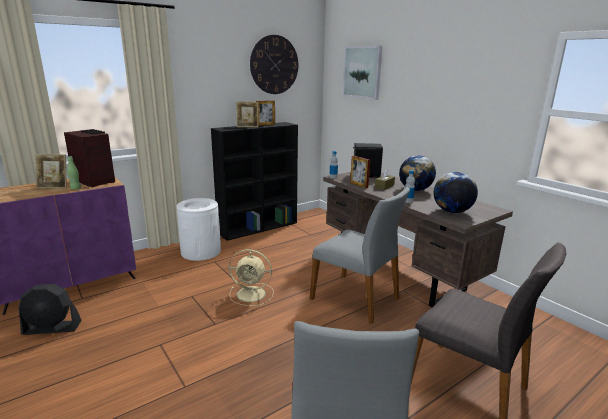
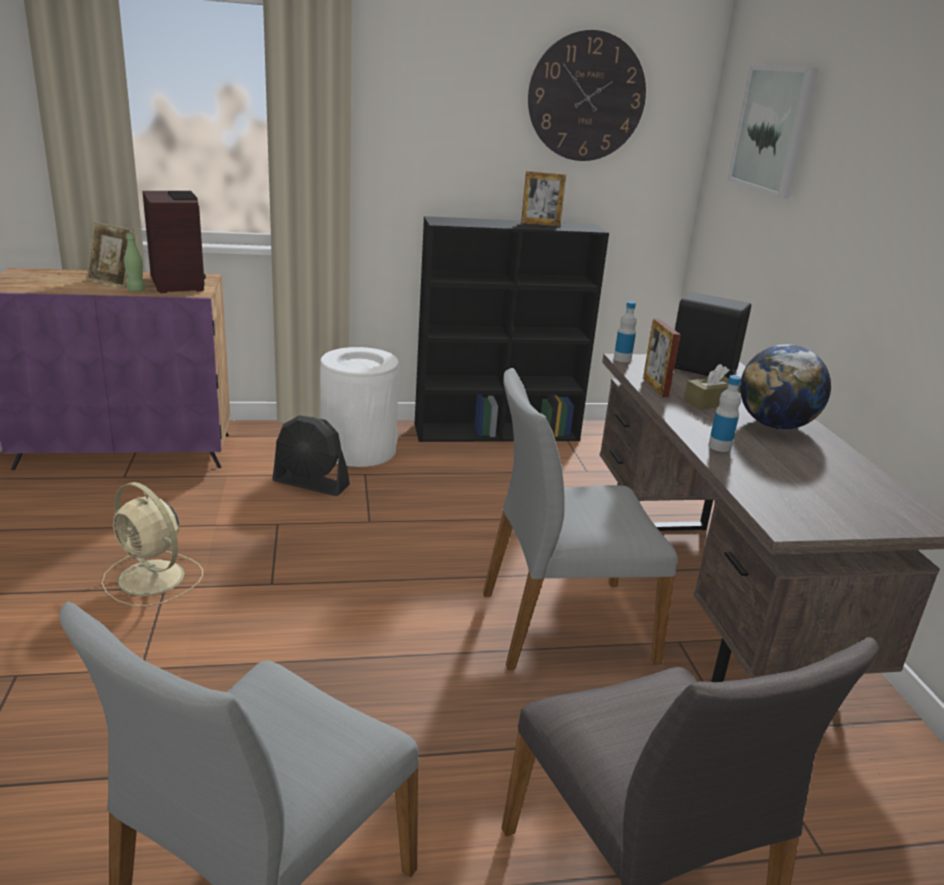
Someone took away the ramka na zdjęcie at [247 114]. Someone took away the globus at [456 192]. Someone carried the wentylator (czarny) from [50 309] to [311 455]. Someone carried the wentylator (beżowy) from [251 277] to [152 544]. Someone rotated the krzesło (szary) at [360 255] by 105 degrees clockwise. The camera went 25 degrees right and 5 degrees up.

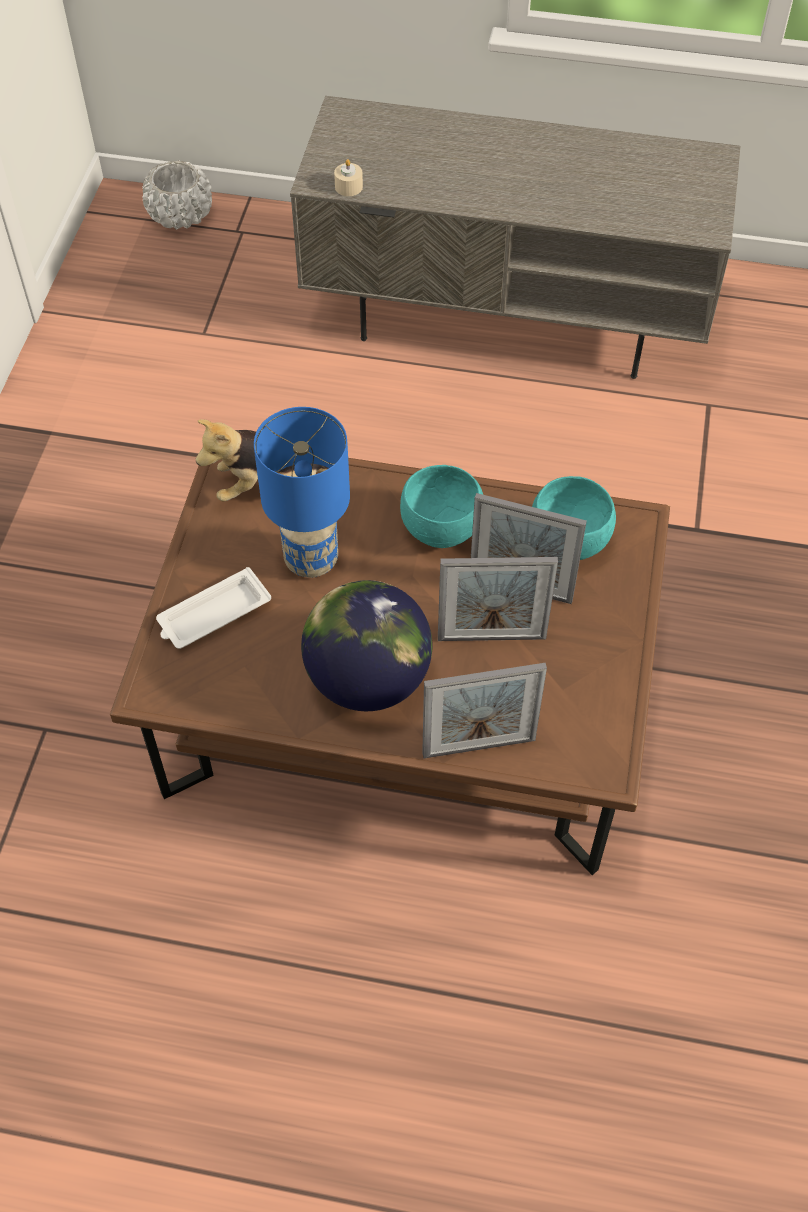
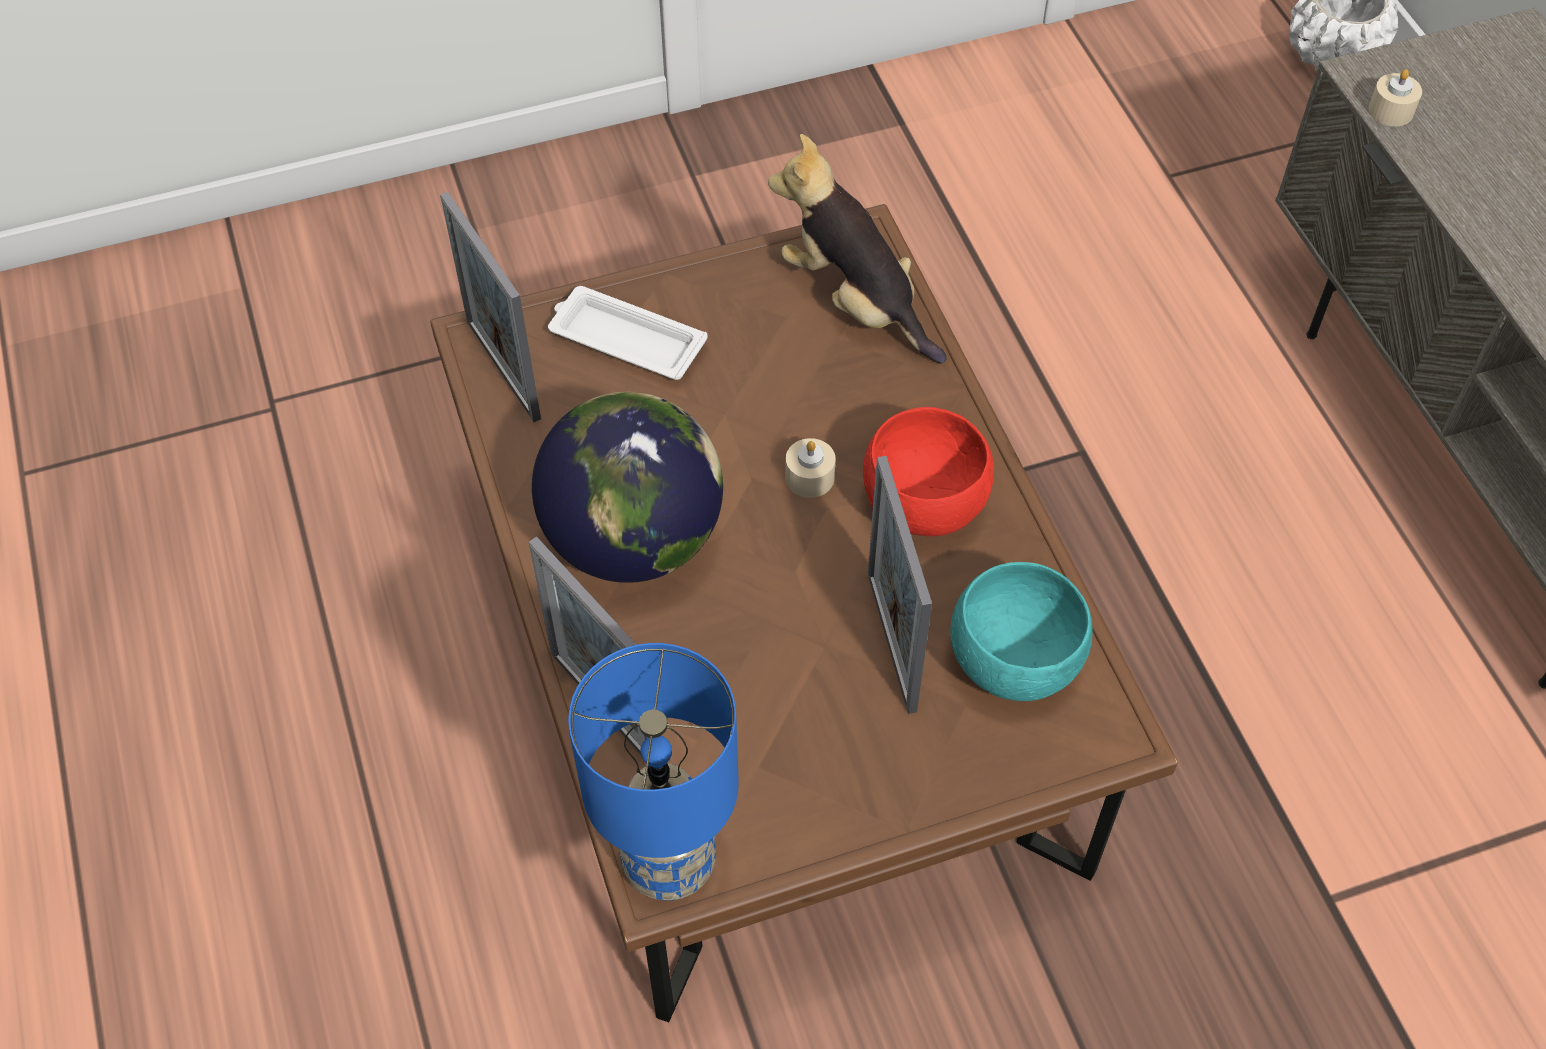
Someone put down the świeca (beżowy) at [810 468]. Someone carried the lampa stołowa (niebieski) from [302 492] to [653 772]. Someone carried the ramka na zdjęcie from [498 599] to [490 307]. Someone repainted the miska (turkusowy) at [441 506], which became the miska (czerwony) at [928 471]. The camera went 60 degrees right and 0 degrees up.

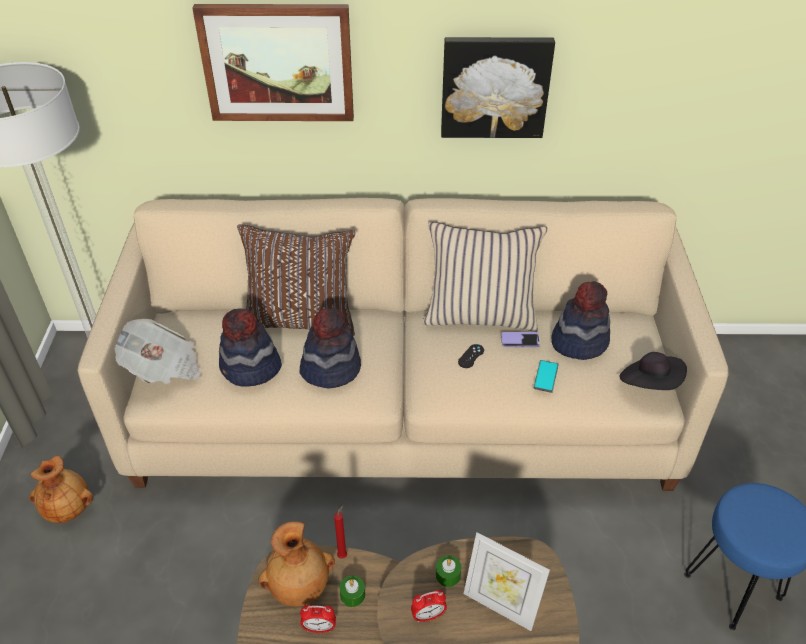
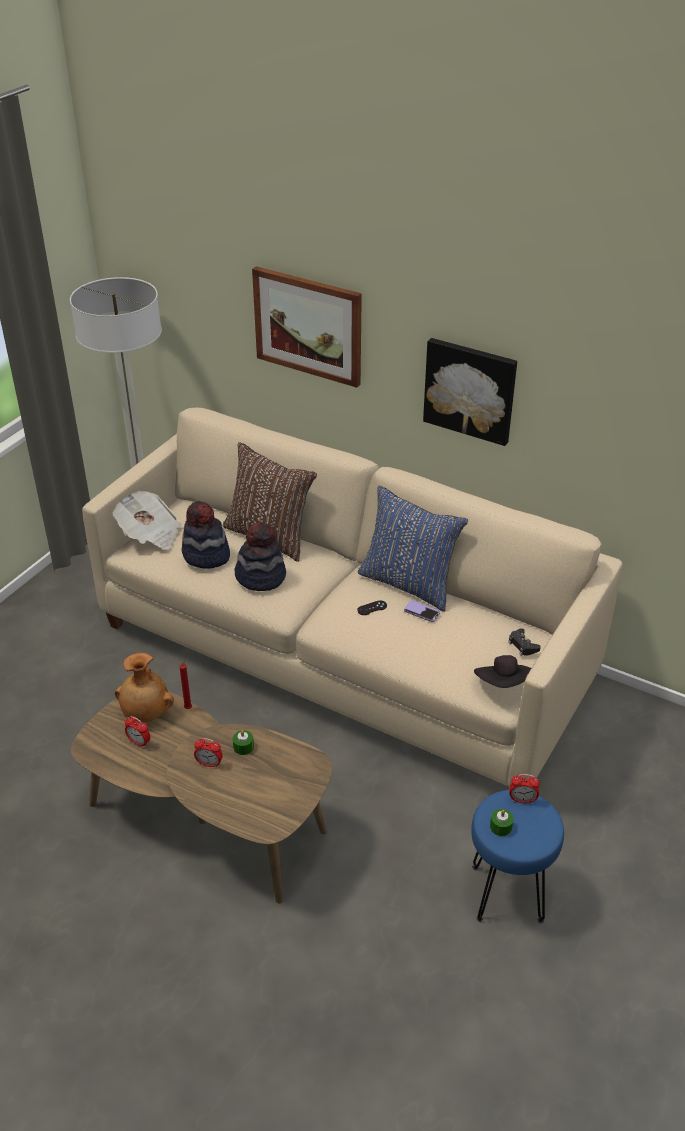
Someone took away the wazon (brązowy) at [61 489]. Someone took away the ramka na zdjęcie at [507 581]. Someone took away the telefon at [546 376]. Someone took away the kapelusz at [580 320]. Someone put down the pad do gier (czarny) at [524 642]. Someone put down the budzik at [524 788]. Someone carried the świeca (zielony) from [352 591] to [502 822]. Someone repainted the poduszka (beżowy) at [485 277], which became the poduszka (niebieski) at [413 549]. The camera went 30 degrees right and 5 degrees down.

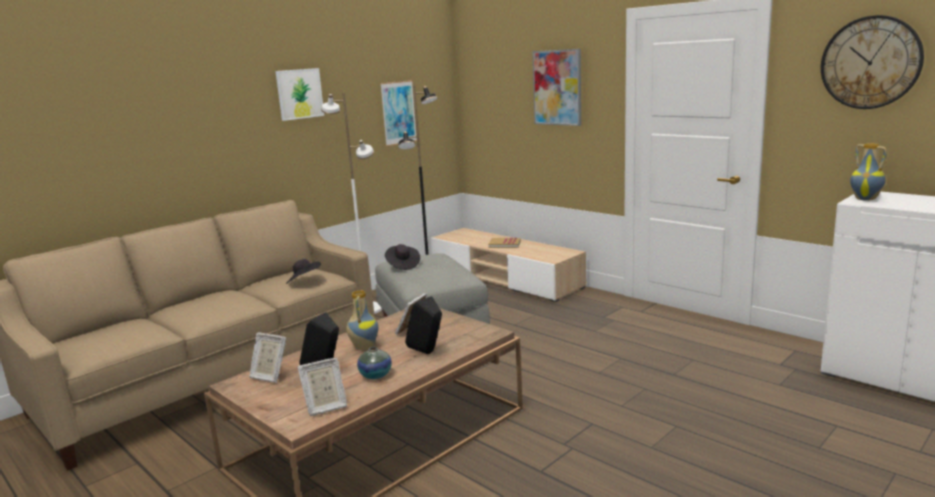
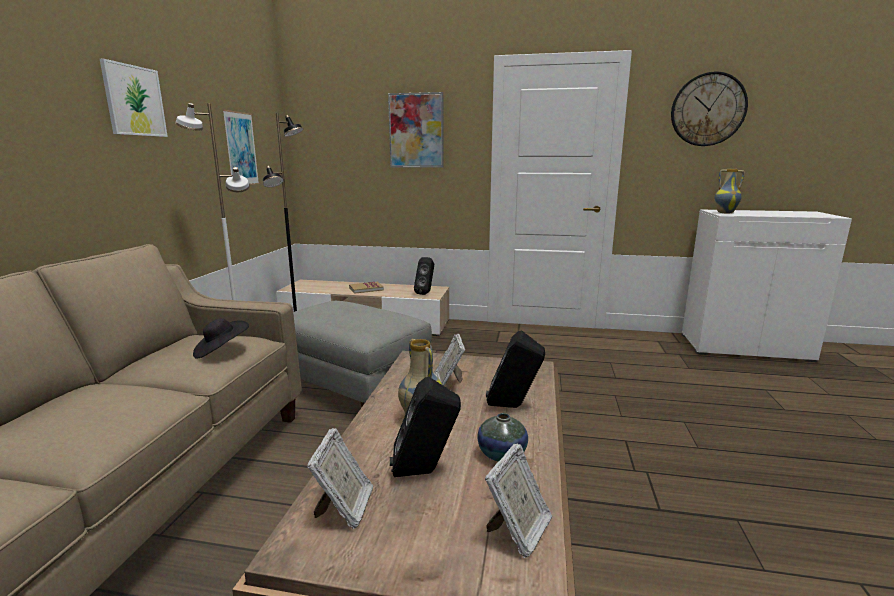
Someone took away the kapelusz (czarny) at [402 257]. Someone put down the głośnik (czarny) at [424 276]. Someone rotated the ramka na zdjęcie at [267 357] by 75 degrees counterclockwise. The camera went 35 degrees left and 0 degrees up.

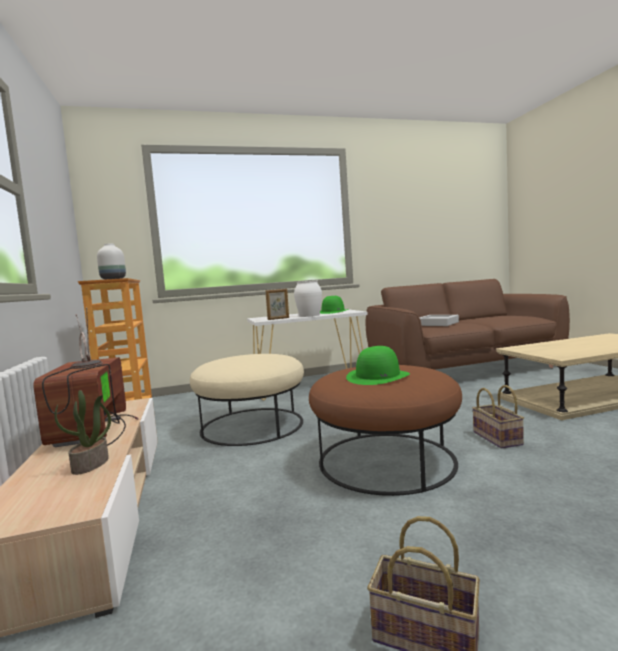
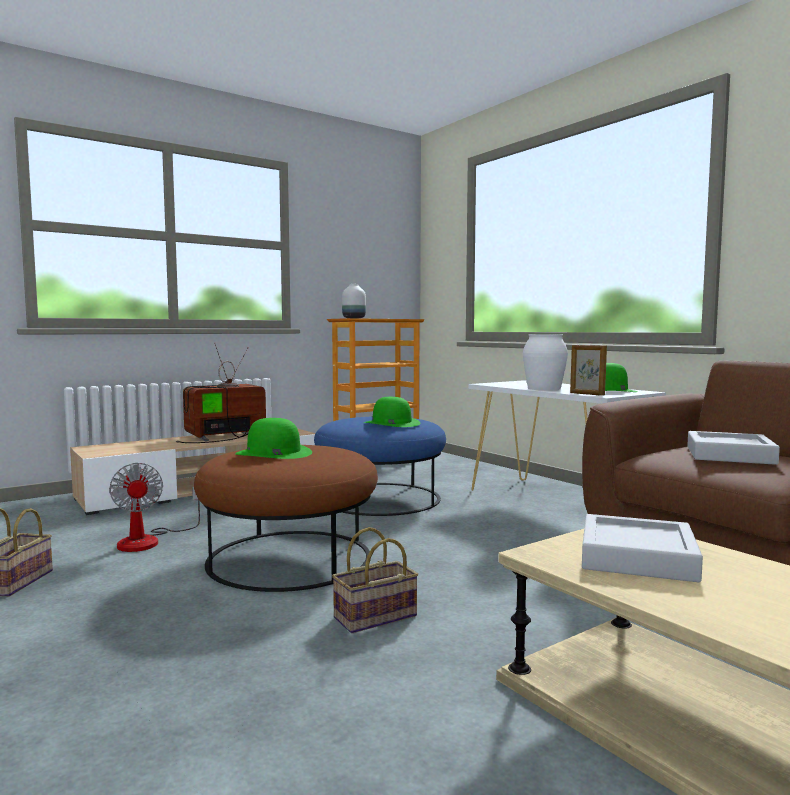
Someone took away the roślina doniczkowa at [82 432]. Someone put down the wentylator at [154 507]. Someone put down the kapelusz (zielony) at [392 412]. Someone put down the taca (szary) at [642 548]. Someone carried the ramka na zdjęcie from [277 304] to [588 370]. Someone repainted the pufa (beżowy) at [247 400], which became the pufa (niebieski) at [380 466]. The camera went 70 degrees right and 0 degrees up.

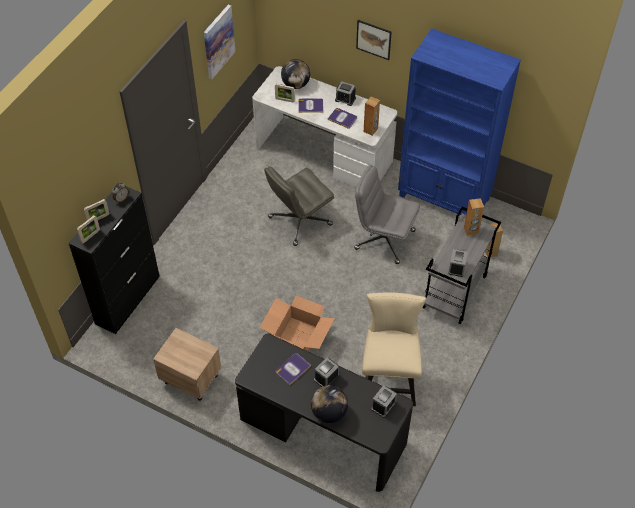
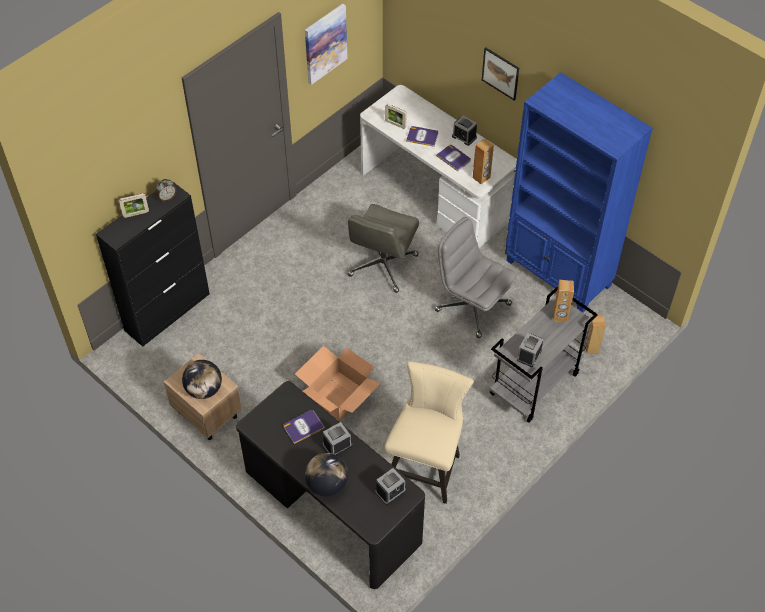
Someone took away the ramka na zdjęcie at [88 229]. Someone carried the globus from [295 74] to [202 379]. Someone rotated the krzesło biurowe (szary) at [299 206] by 45 degrees counterclockwise. The camera went 15 degrees right and 0 degrees up.

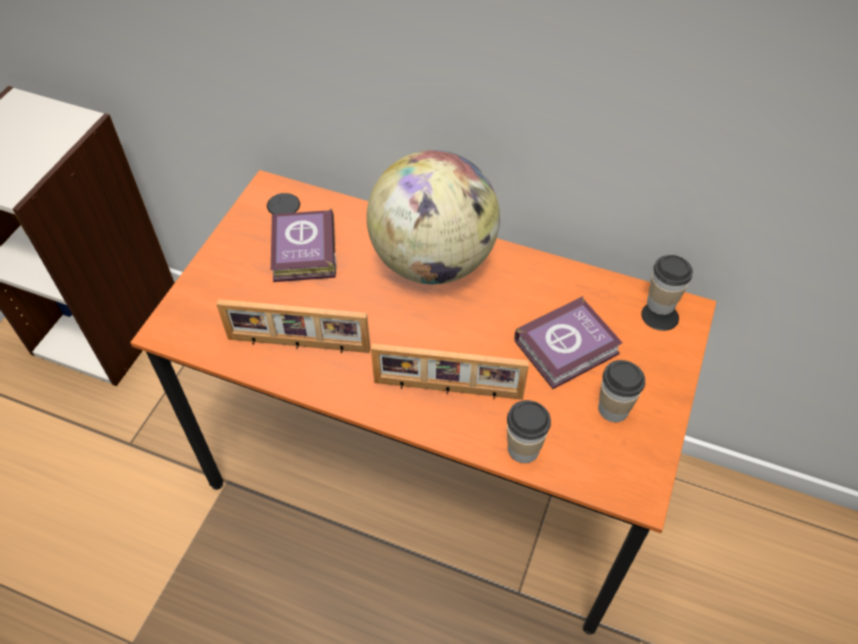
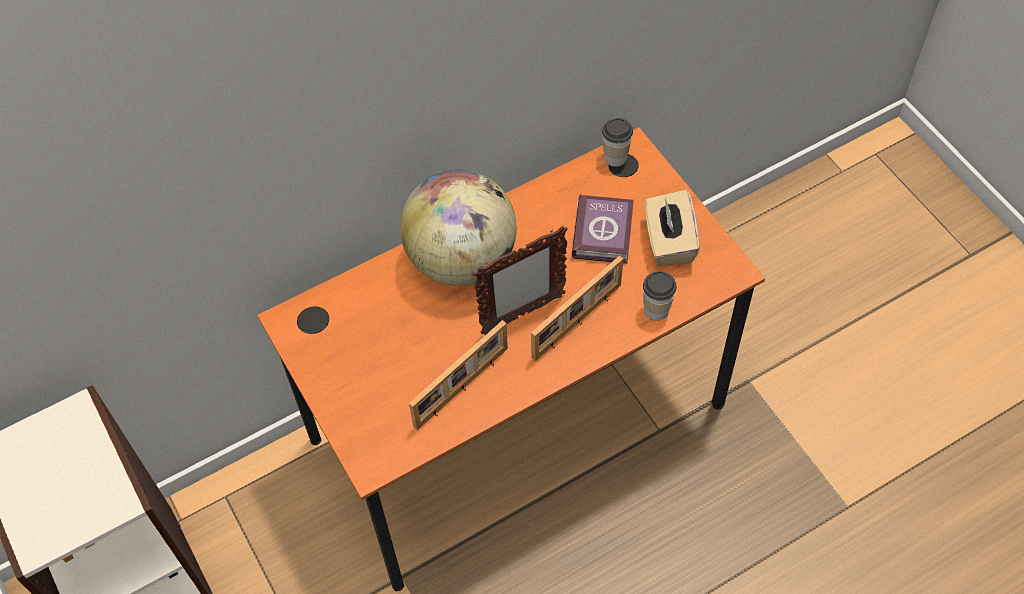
Someone took away the książka at [304 245]. Someone put down the ramka na zdjęcie at [520 280]. Someone swapped the filiżanka at [621 391] for the pudełko chusteczek (beżowy) at [672 228]. The camera went 50 degrees left and 5 degrees up.

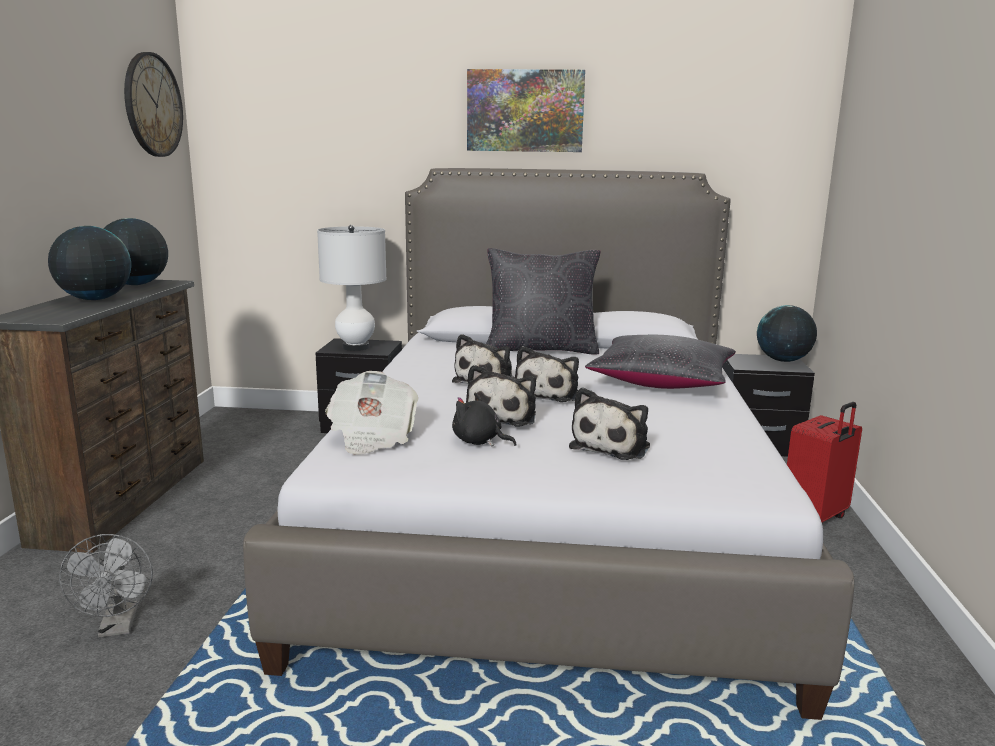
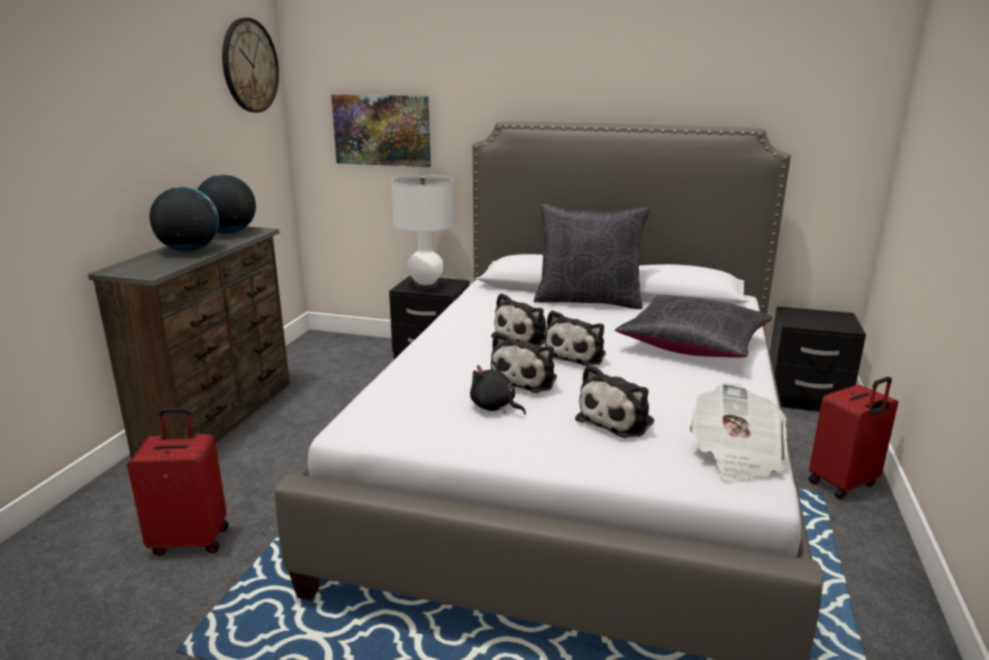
Someone took away the globus at [787 333]. Someone carried the gazeta from [372 413] to [738 433]. Someone carried the obraz from [526 110] to [381 130]. Someone swapped the wentylator (szary) at [106 585] for the walizka (czerwony) at [178 482]. The camera went 10 degrees right and 5 degrees up.

